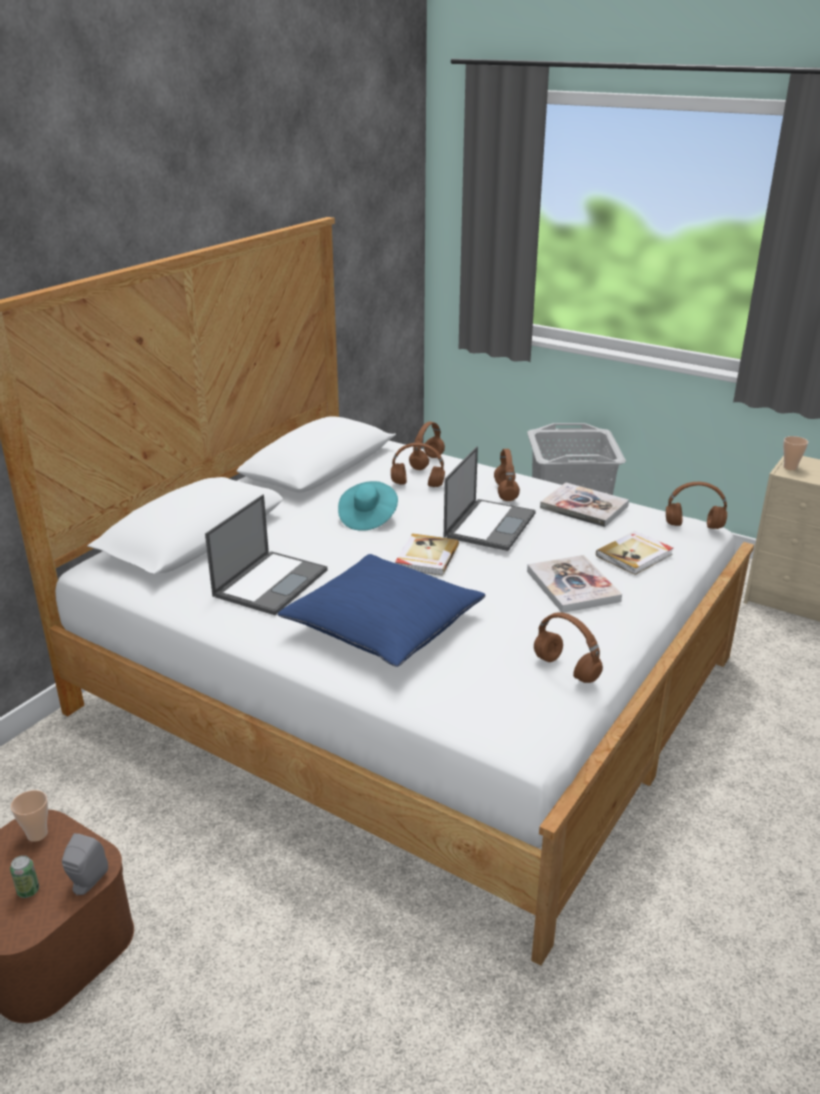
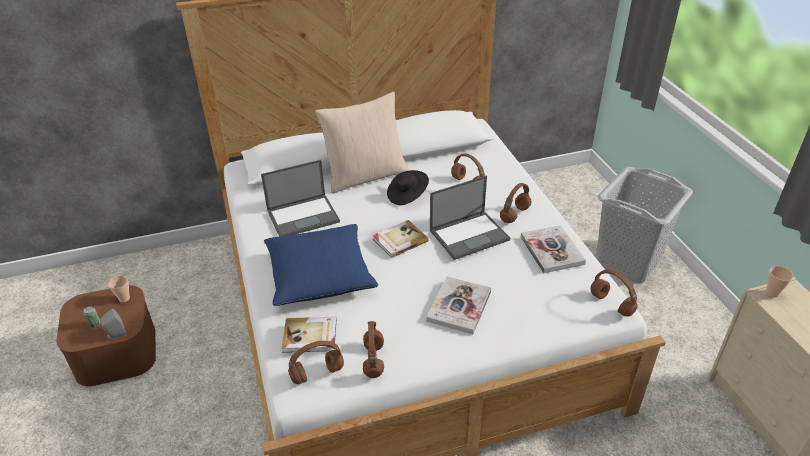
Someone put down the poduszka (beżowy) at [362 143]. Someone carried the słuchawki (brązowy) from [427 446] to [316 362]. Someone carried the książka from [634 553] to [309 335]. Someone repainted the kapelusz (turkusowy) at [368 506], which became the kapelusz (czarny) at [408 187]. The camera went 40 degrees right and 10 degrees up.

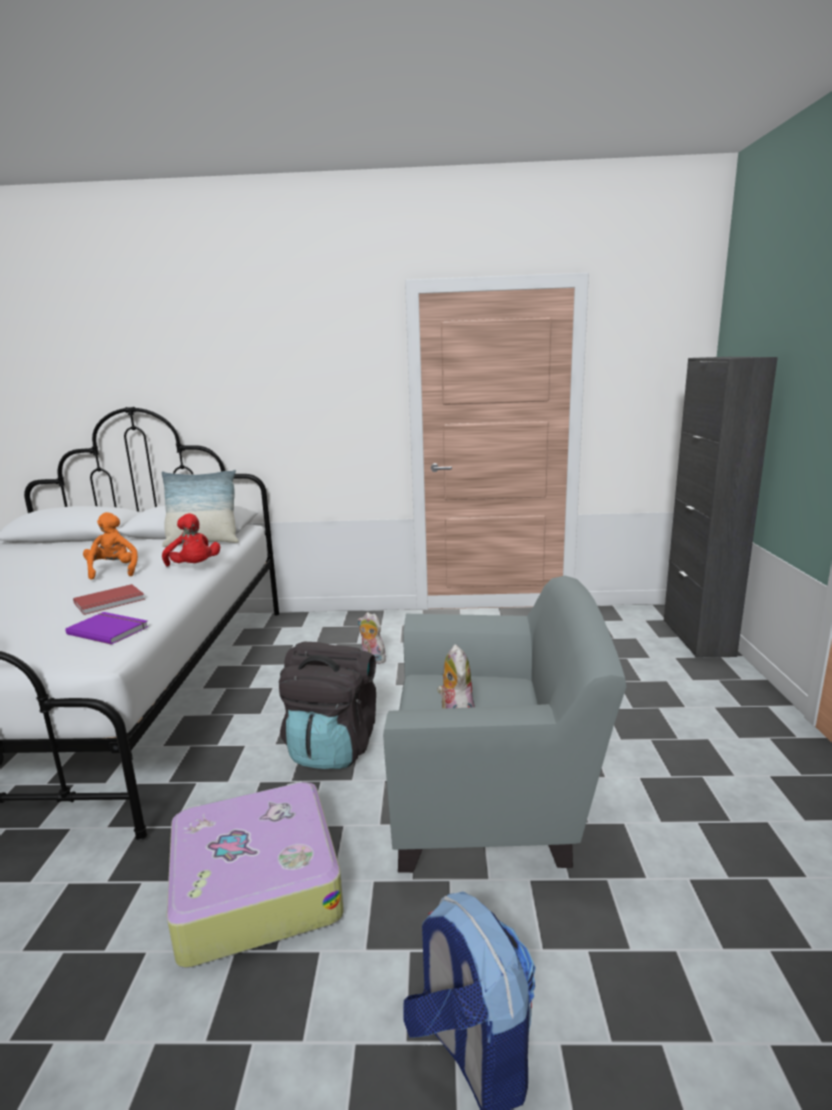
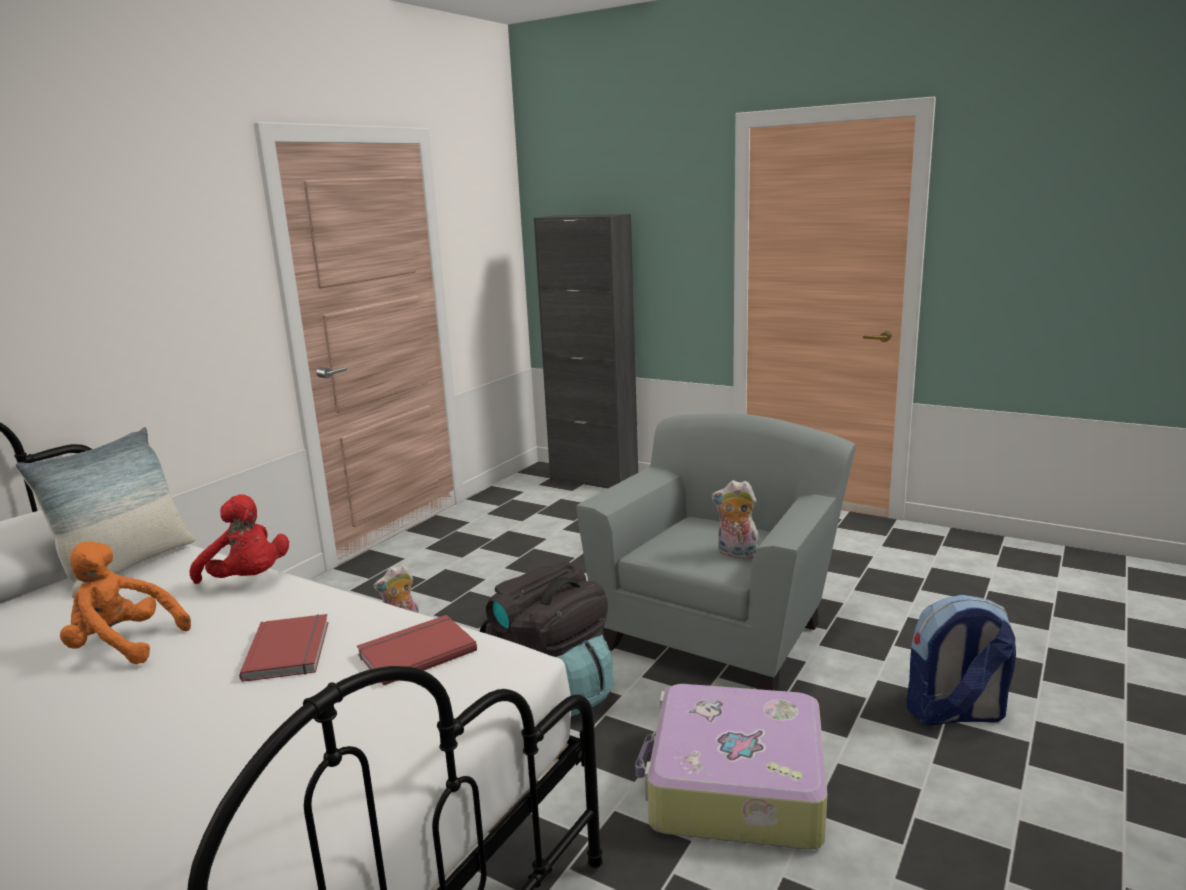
Someone repainted the książka (fioletowy) at [107 628], which became the książka (czerwony) at [417 650]. Someone rotated the pluszak (czerwony) at [191 539] by 45 degrees clockwise. The camera went 60 degrees left and 0 degrees up.

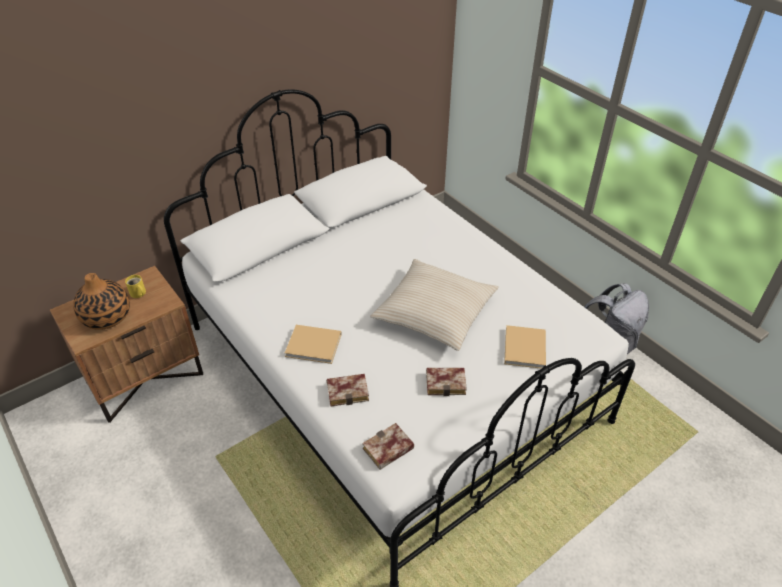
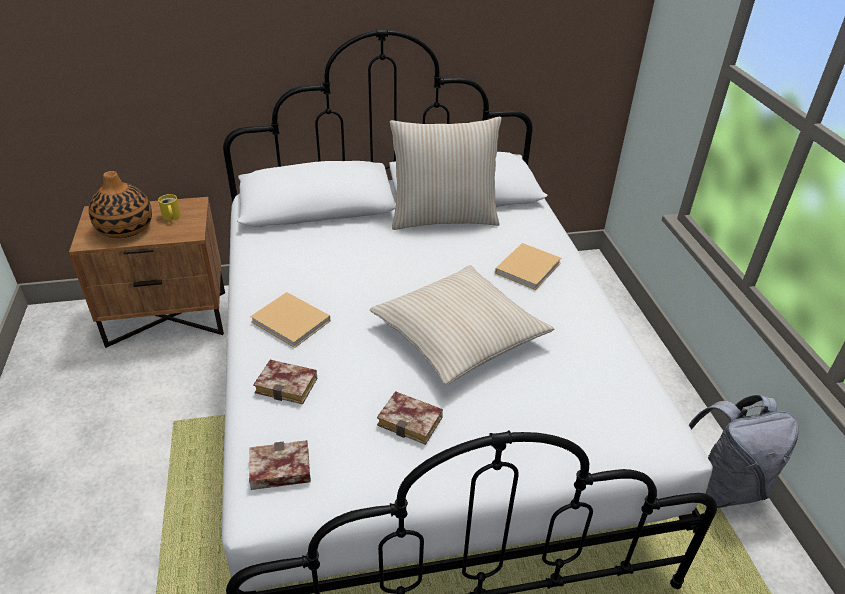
Someone put down the poduszka (beżowy) at [445 173]. Someone carried the książka (beżowy) from [525 347] to [528 266]. The camera went 25 degrees right and 5 degrees down.

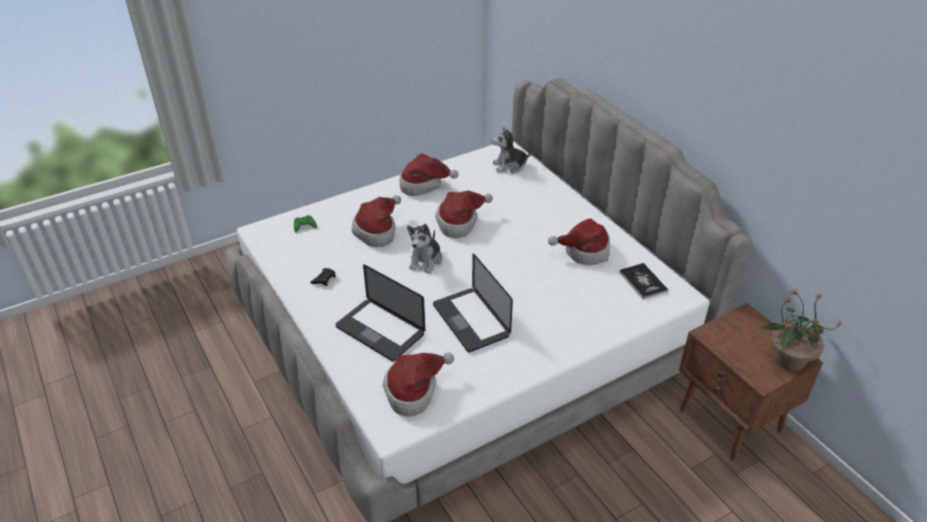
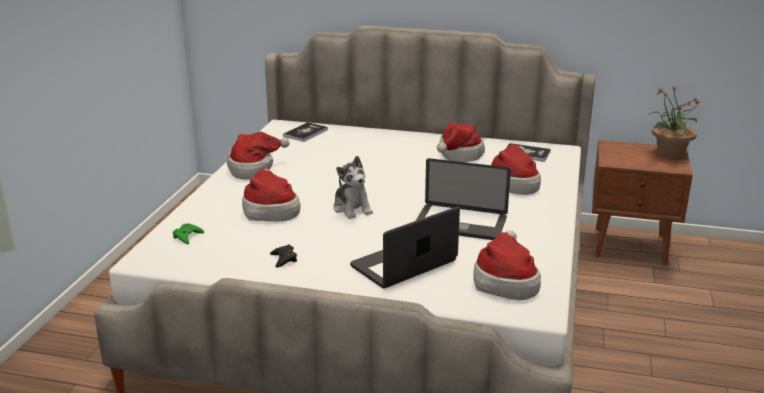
Someone carried the kapelusz from [464 214] to [516 169]. Someone swapped the pluszak at [512 149] for the książka at [305 132]. Someone rotated the laptop at [380 312] by 150 degrees clockwise. The camera went 45 degrees left and 15 degrees down.

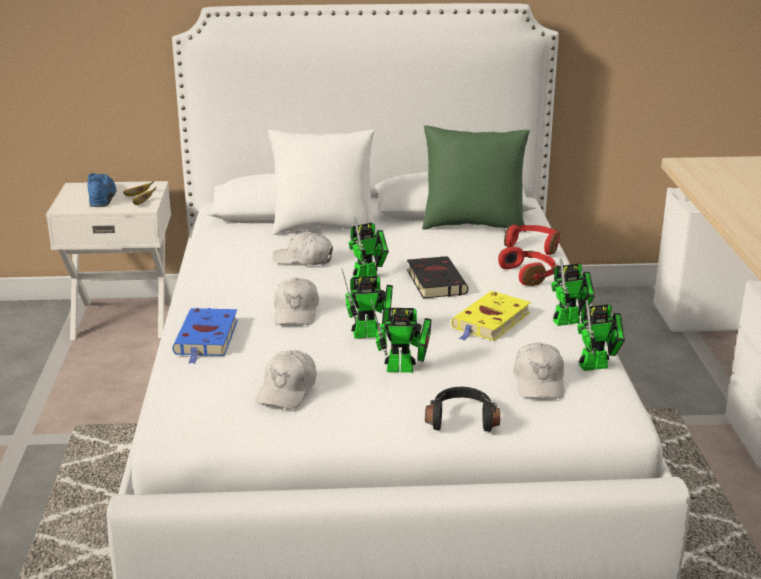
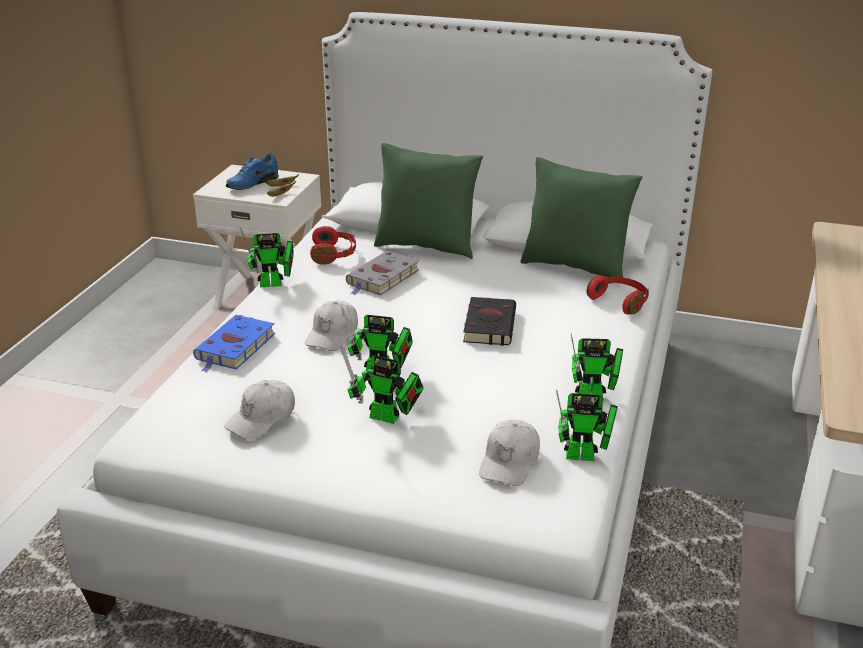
Someone took away the słuchawki (czarny) at [462 409]. Someone took away the książka (żółty) at [491 316]. Someone carried the robot zabawkowy from [368 247] to [267 257]. Someone carried the słuchawki (czerwony) from [528 266] to [333 245]. Someone swapped the czapka z daszkiem (biały) at [303 248] for the książka (szary) at [382 273]. Someone repainted the poduszka (biały) at [322 182], which became the poduszka (zielony) at [428 201]. Someone rotated the but (niebieski) at [101 190] by 150 degrees counterclockwise. The camera went 20 degrees right and 5 degrees up.

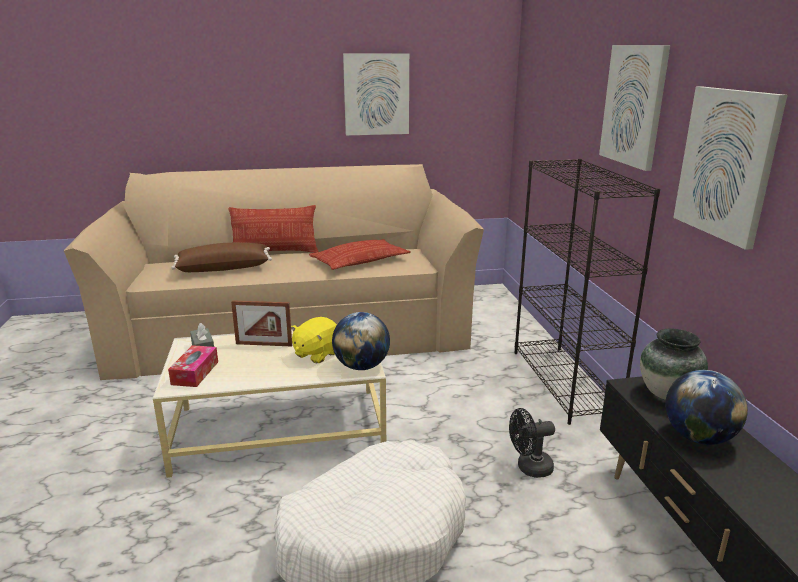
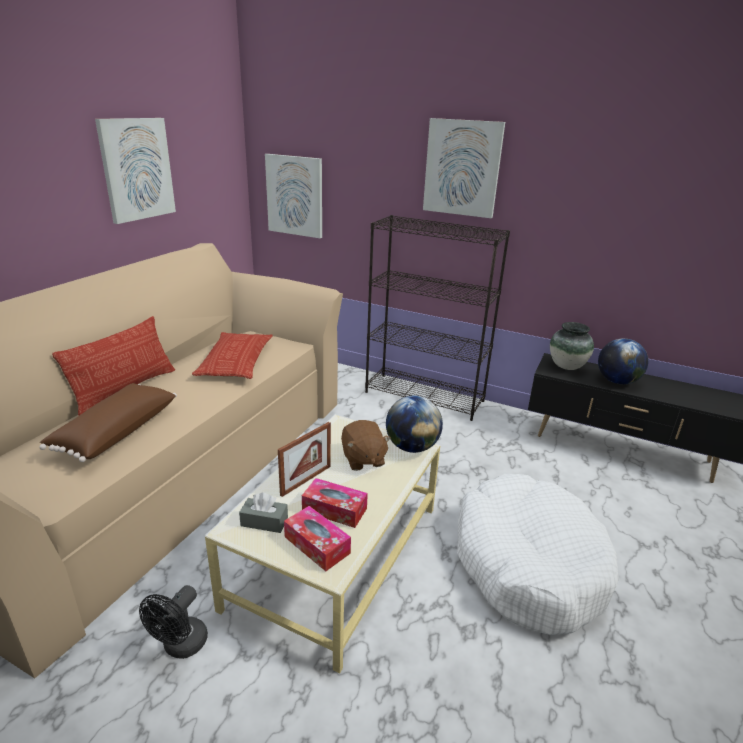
Someone put down the pudełko chusteczek at [335 503]. Someone carried the wentylator (czarny) from [532 443] to [173 622]. Someone carried the obraz from [730 168] to [293 196]. Someone repainted the pluszak (żółty) at [314 340], which became the pluszak (brązowy) at [366 445]. The camera went 55 degrees left and 5 degrees up.

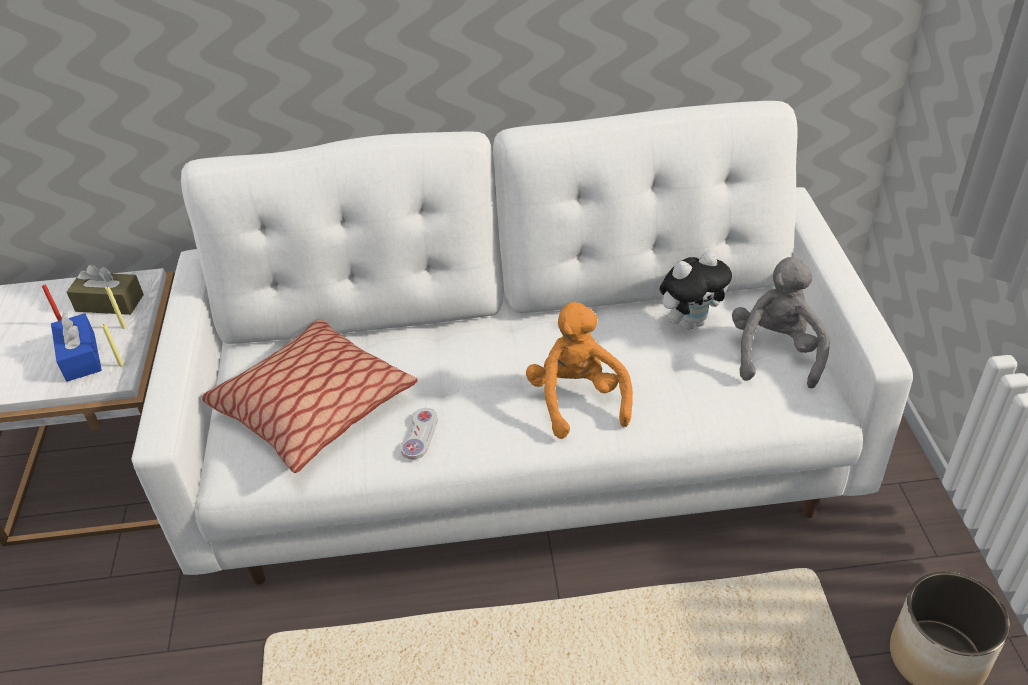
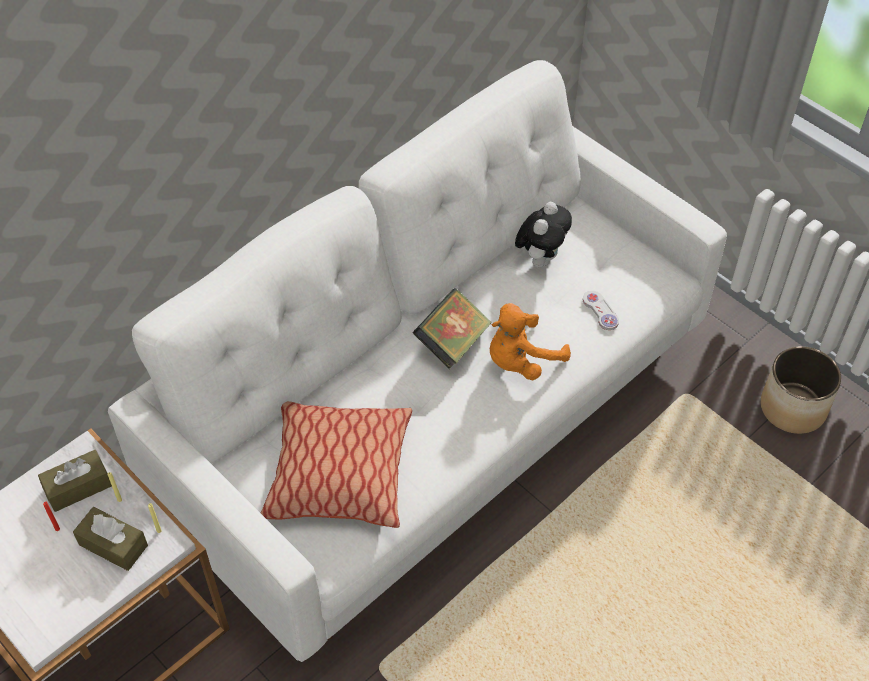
Someone took away the pluszak (szary) at [781 323]. Someone put down the książka at [452 328]. Someone carried the pad do gier (biały) from [419 433] to [601 310]. Someone repainted the pudełko chusteczek (niebieski) at [76 346], which became the pudełko chusteczek (brązowy) at [110 539]. Someone rotated the pluszak (pomarańczowy) at [579 370] by 75 degrees counterclockwise. The camera went 40 degrees left and 10 degrees up.

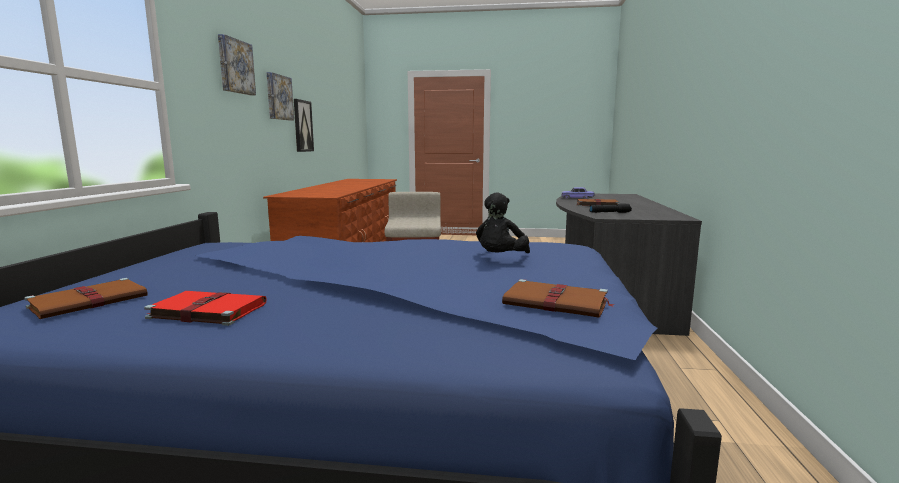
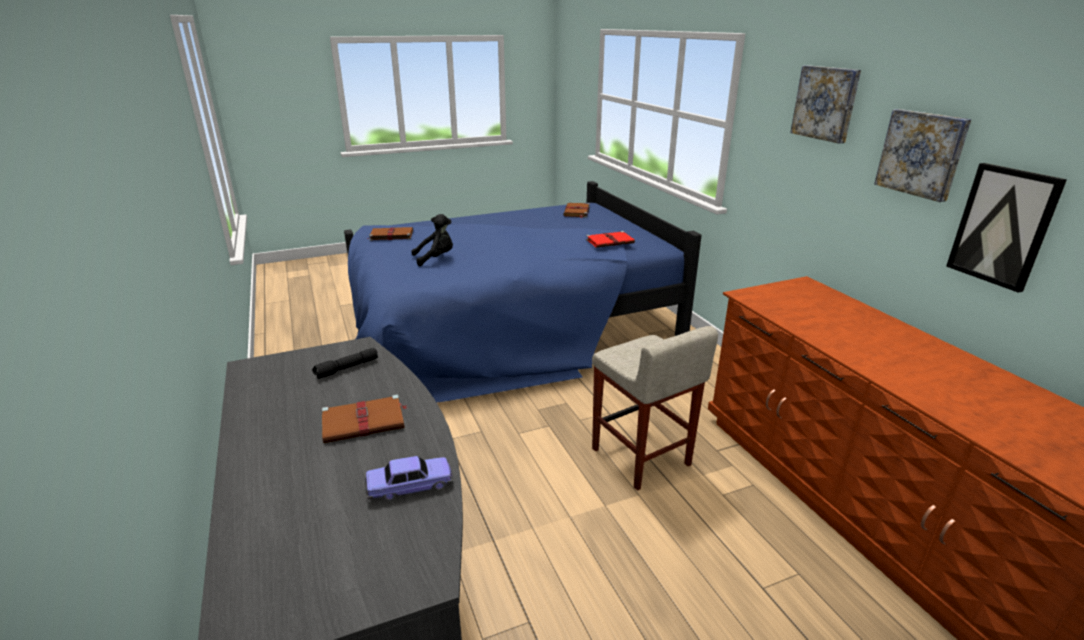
Someone carried the książka (czerwony) from [205 308] to [610 239]. Someone rotated the pluszak (czarny) at [503 222] by 75 degrees clockwise. The camera went 150 degrees right and 15 degrees up.

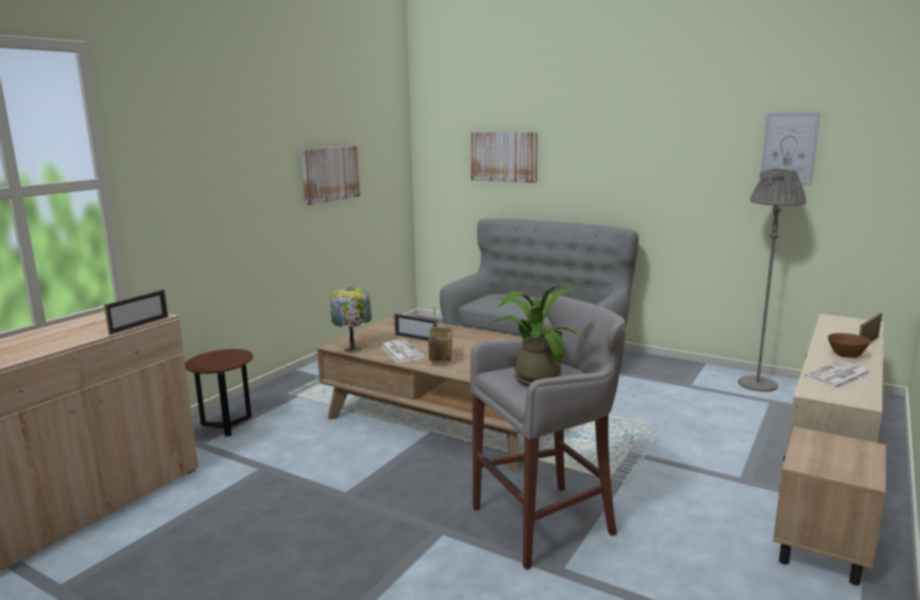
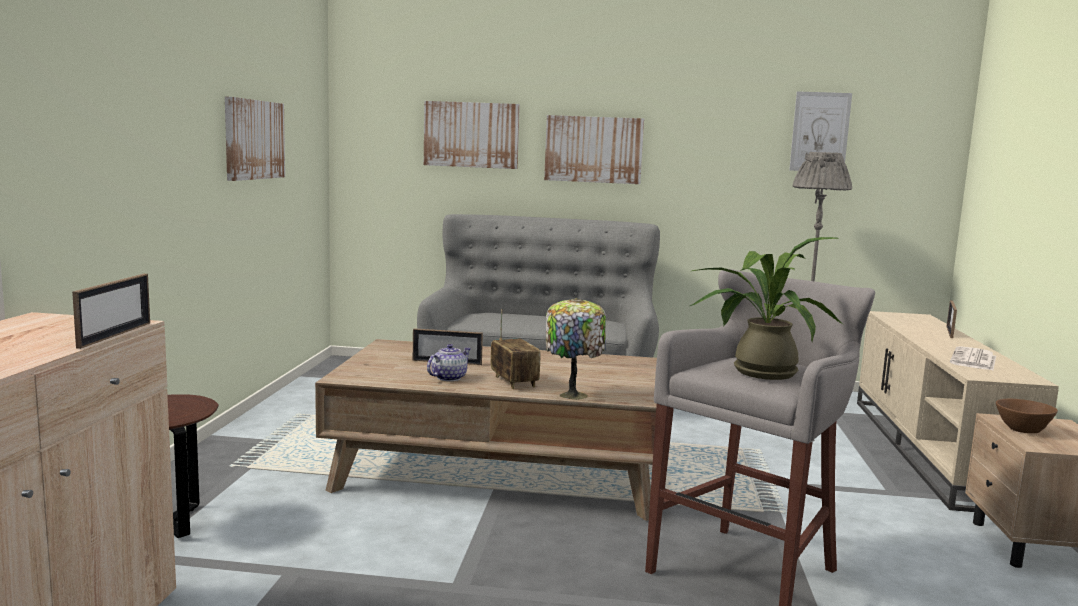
Someone put up the obraz at [594 149]. Someone carried the lampa stołowa from [351 320] to [576 349]. Someone carried the miska (brązowy) from [849 345] to [1027 416]. Someone swapped the gazeta at [403 351] for the imbryk at [449 362]. The camera went 25 degrees left and 5 degrees down.

